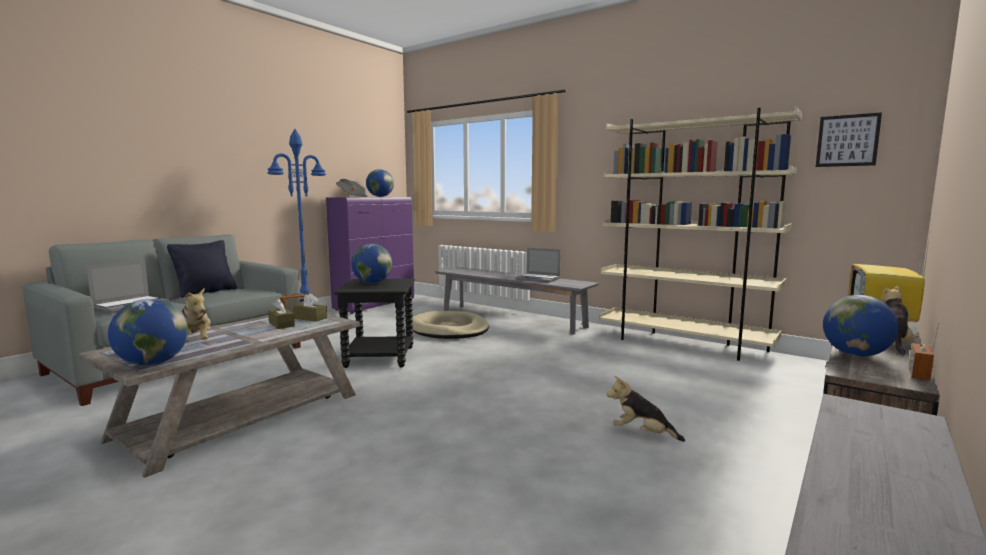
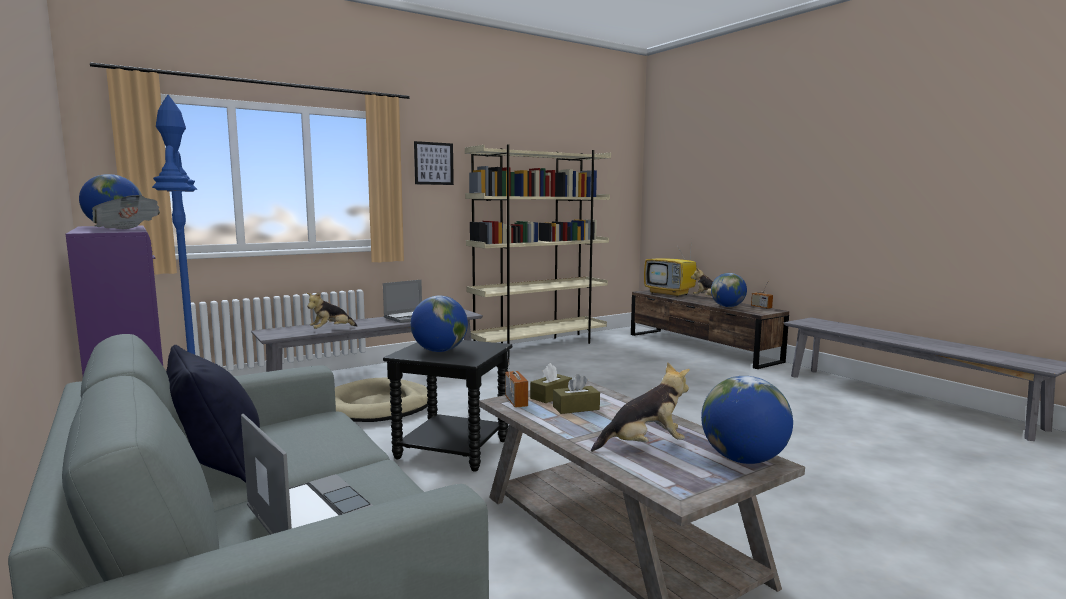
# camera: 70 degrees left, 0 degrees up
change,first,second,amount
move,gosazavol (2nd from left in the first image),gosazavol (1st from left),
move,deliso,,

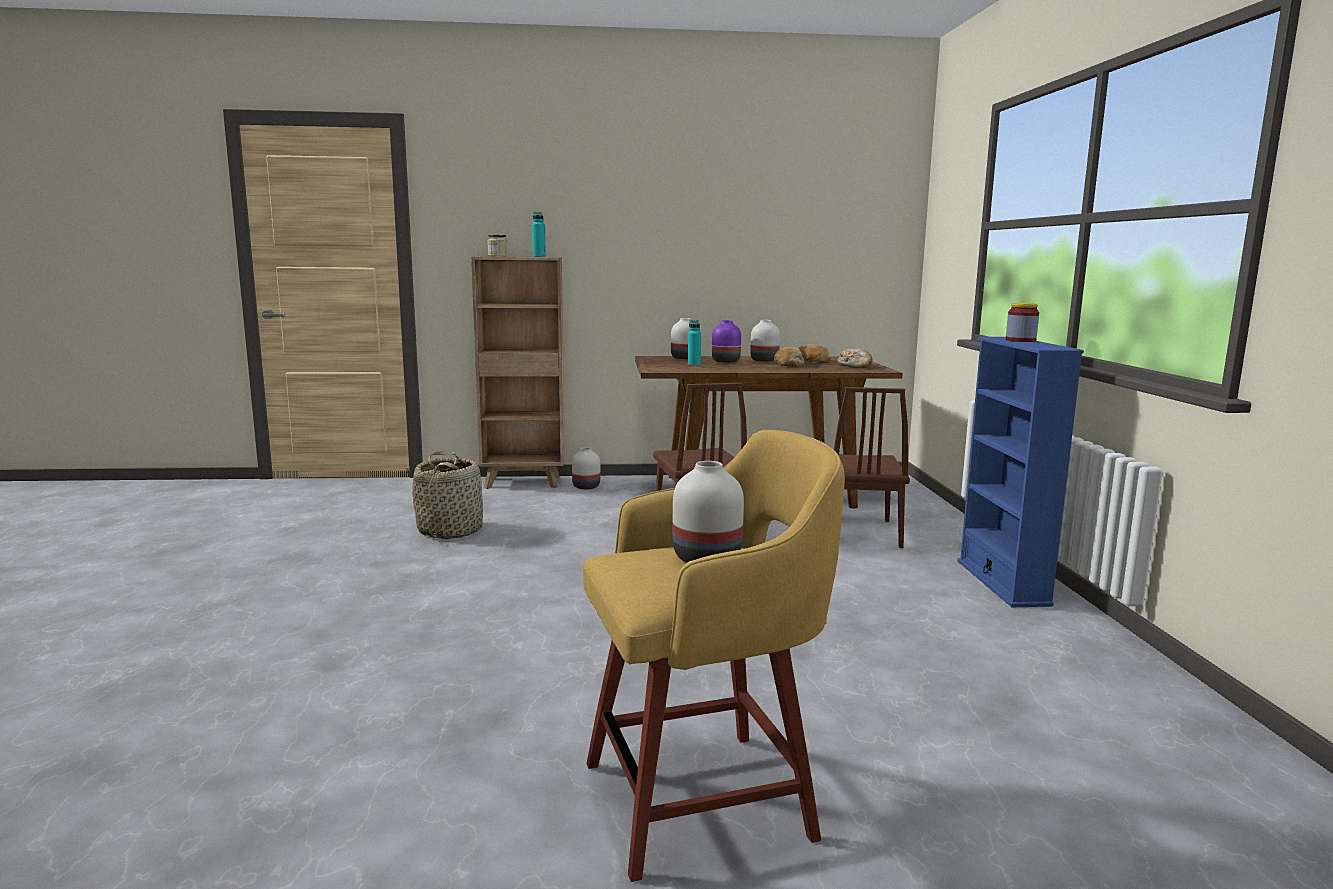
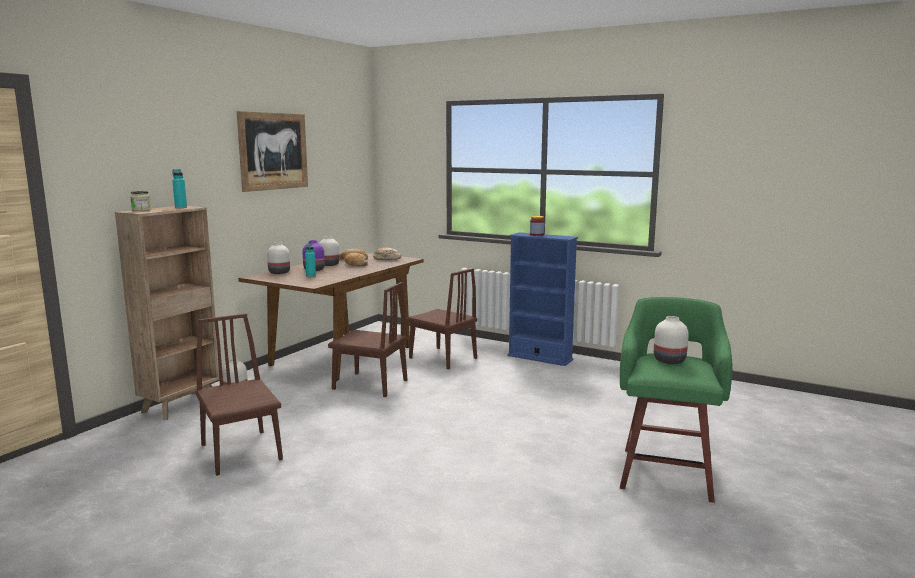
# camera: 55 degrees left, 0 degrees up
change,first,second,amount
replace,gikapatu,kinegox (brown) (1st from left),
recolor,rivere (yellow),rivere (green),
insert,,deliso,

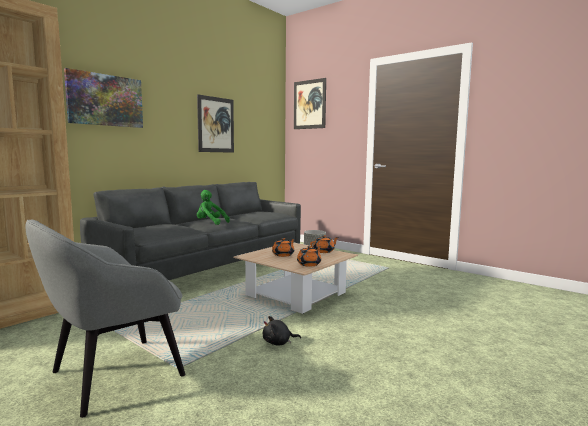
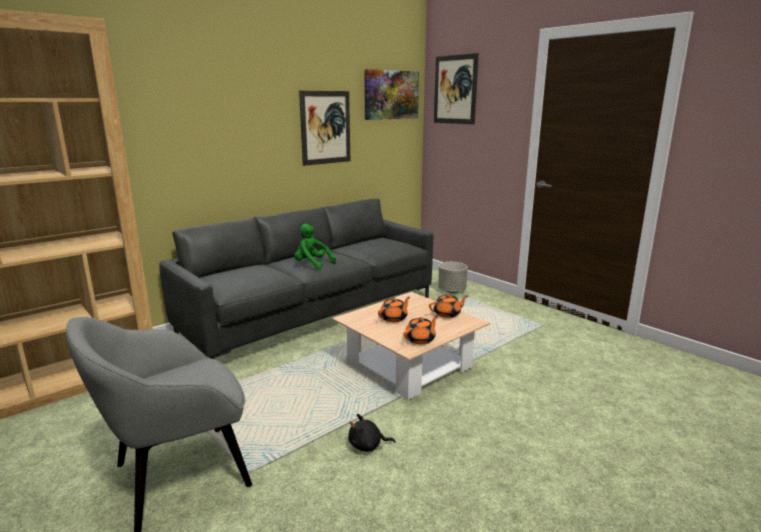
# camera: 10 degrees right, 10 degrees up
change,first,second,amount
move,deliso (1st from left in the first image),deliso (2nd from left),

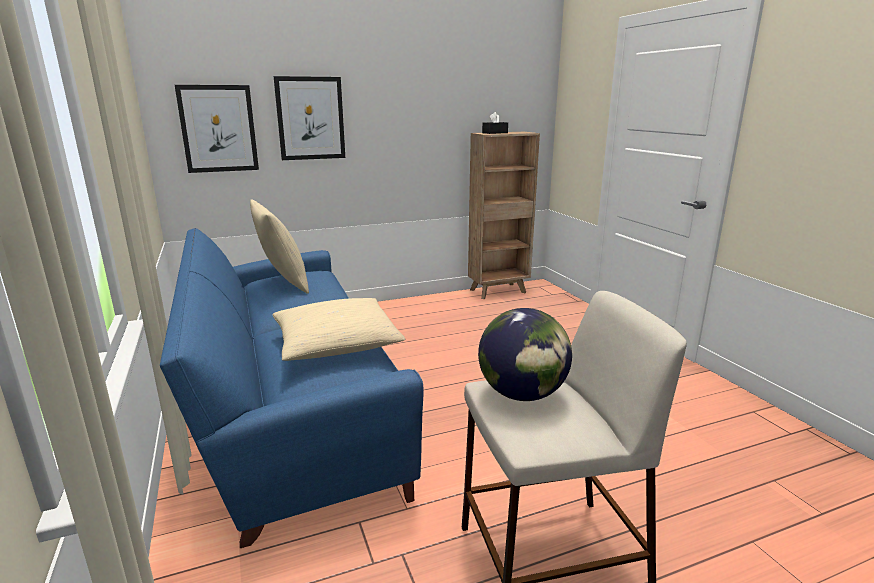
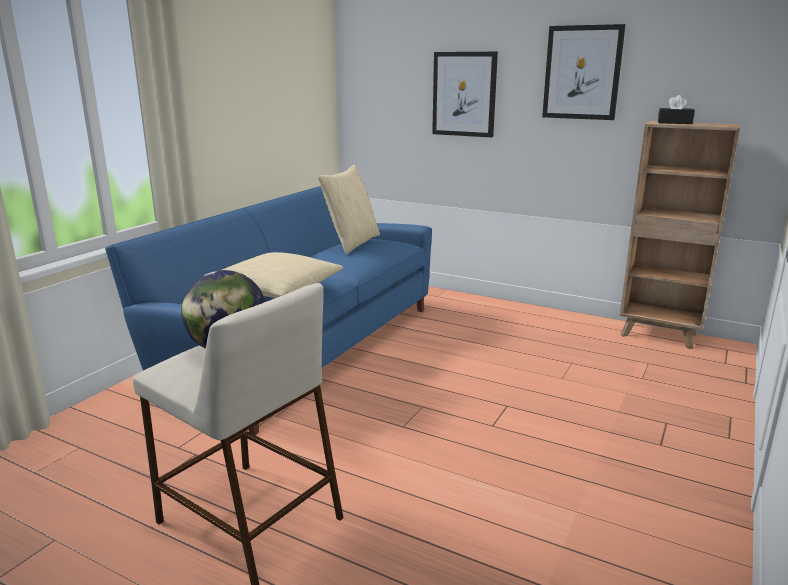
# camera: 50 degrees right, 0 degrees up
change,first,second,amount
move,deliso (1st from left in the first image),deliso (2nd from left),

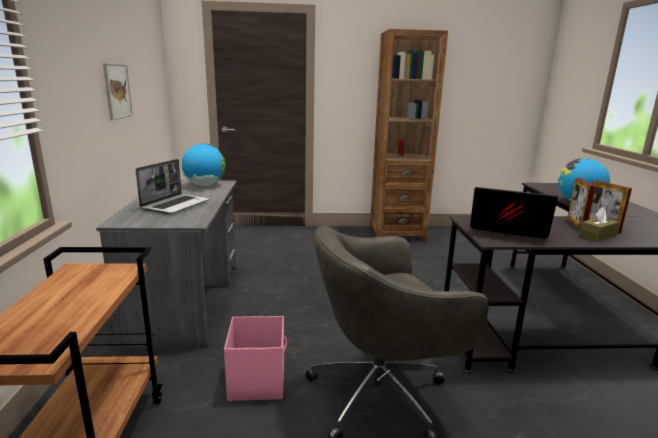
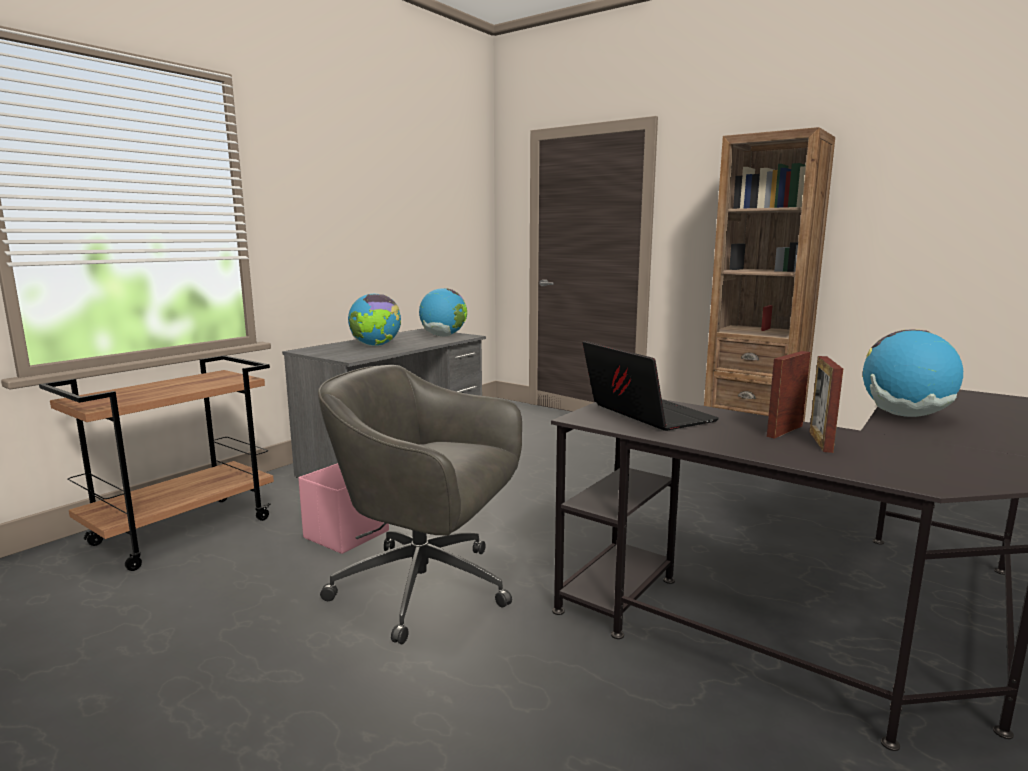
# camera: 40 degrees right, 5 degrees down
change,first,second,amount
delete,deliso,,
replace,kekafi (1st from left),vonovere (1st from left),
delete,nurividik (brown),,

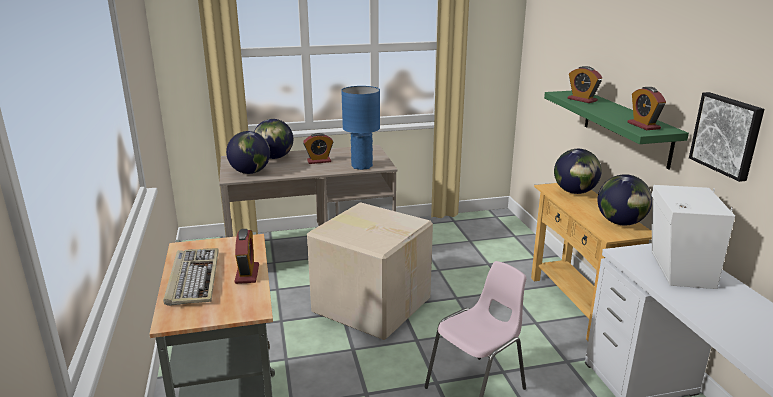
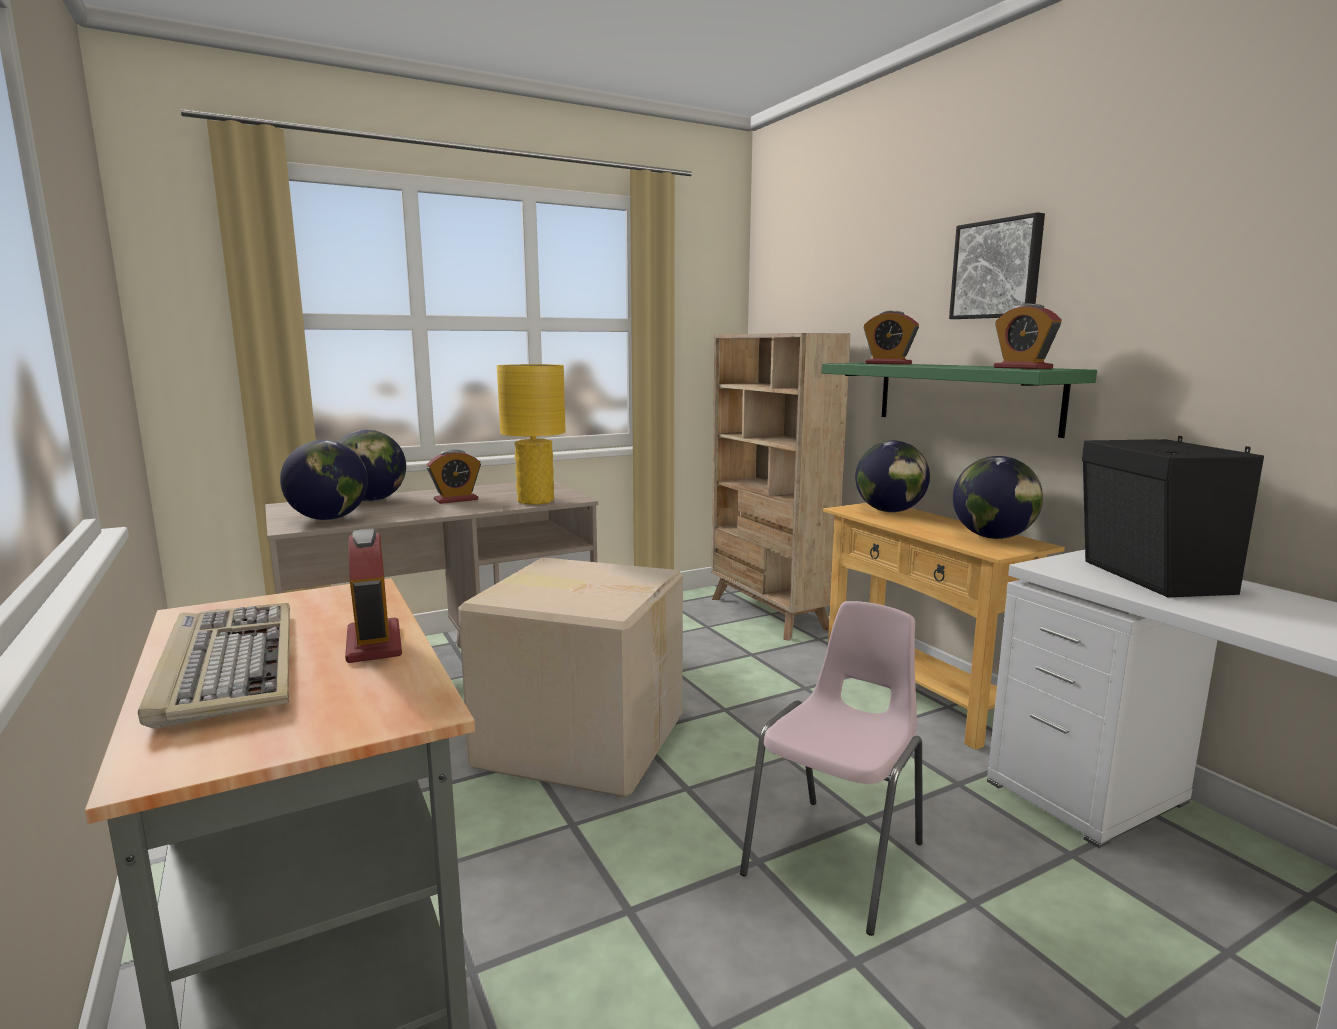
# camera: 15 degrees left, 10 degrees down
change,first,second,amount
recolor,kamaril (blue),kamaril (yellow),
recolor,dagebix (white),dagebix (black),
move,deliso,,
insert,,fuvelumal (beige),

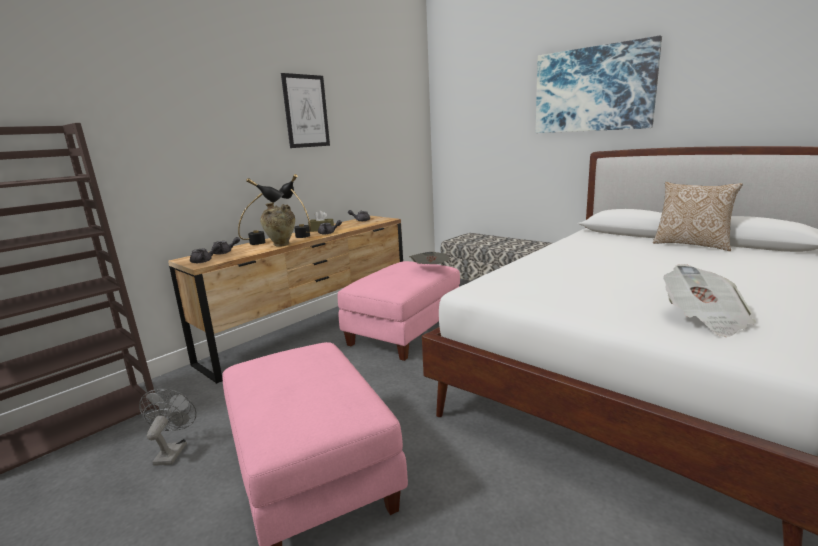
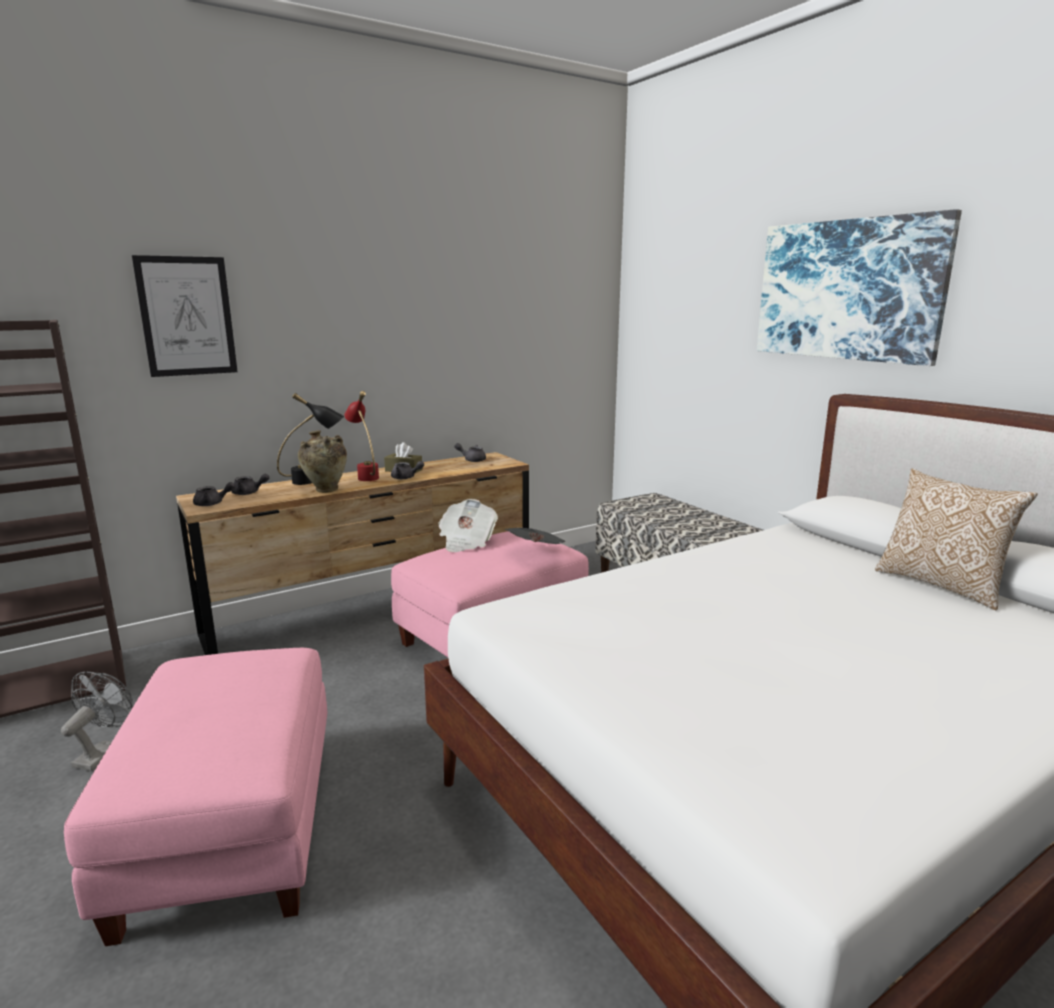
# camera: 15 degrees right, 0 degrees up
change,first,second,amount
recolor,kamaril (black) (2nd from left),kamaril (red),
move,deliso (1st from left),,
move,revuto (2nd from left in the first image),revuto (1st from left),

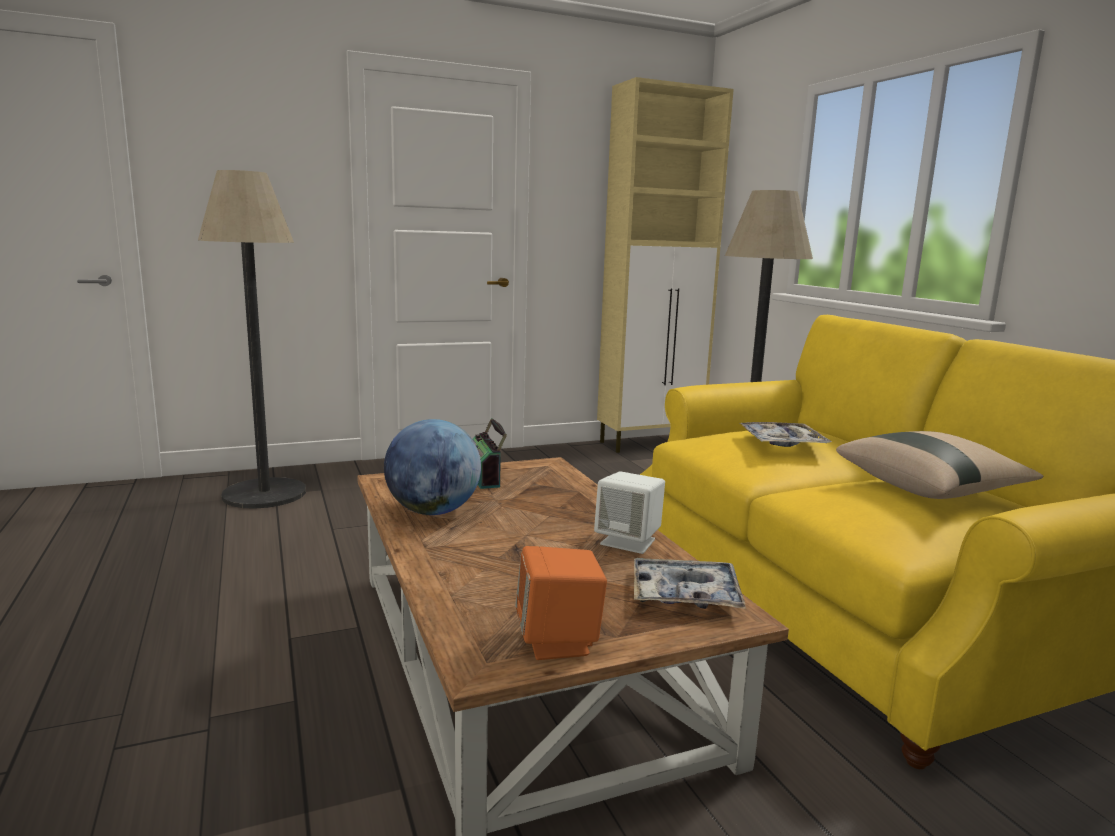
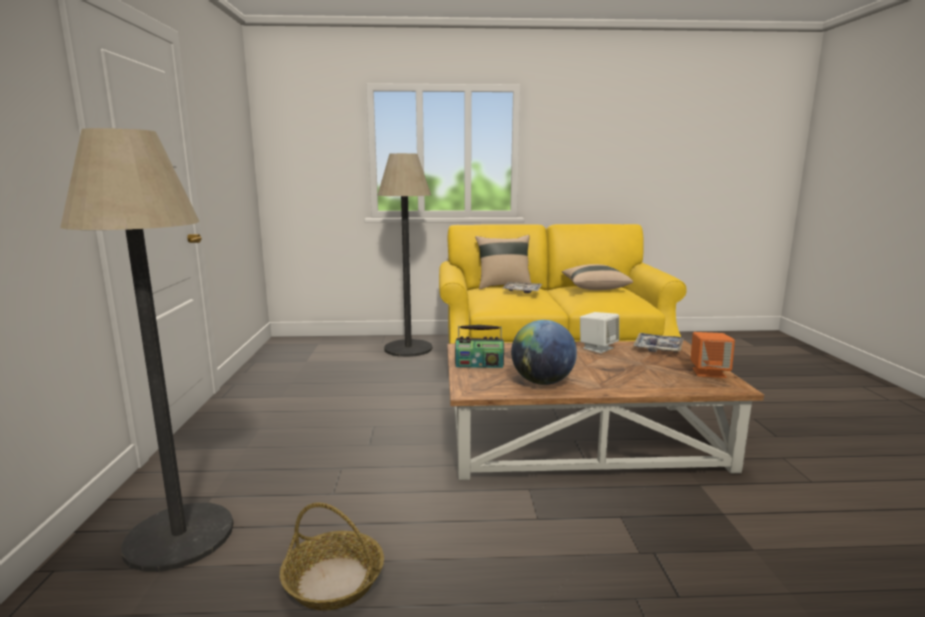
# camera: 70 degrees left, 0 degrees up
change,first,second,amount
delete,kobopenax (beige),,
insert,,gikapatu,
insert,,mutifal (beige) (1st from left),

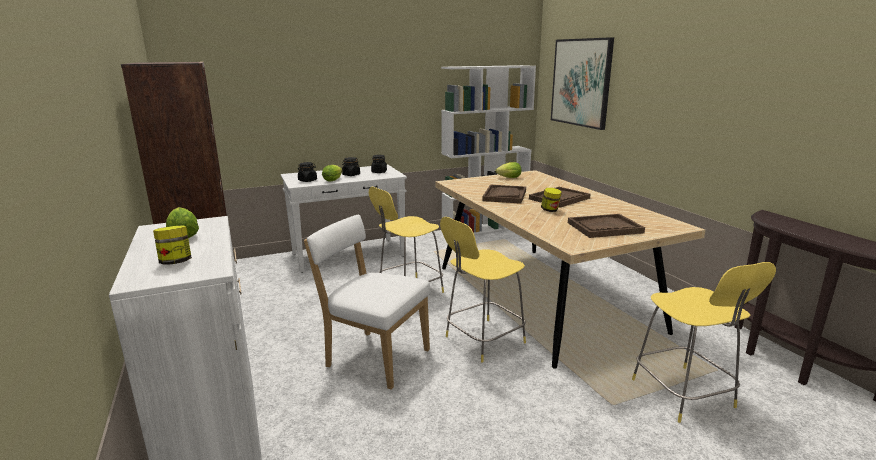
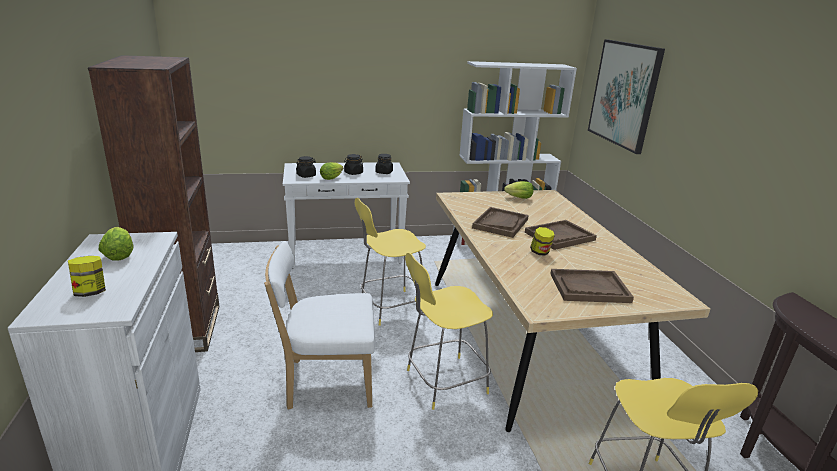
# camera: 10 degrees right, 5 degrees up
change,first,second,amount
rotate,kinegox (white),,45 degrees counterclockwise

